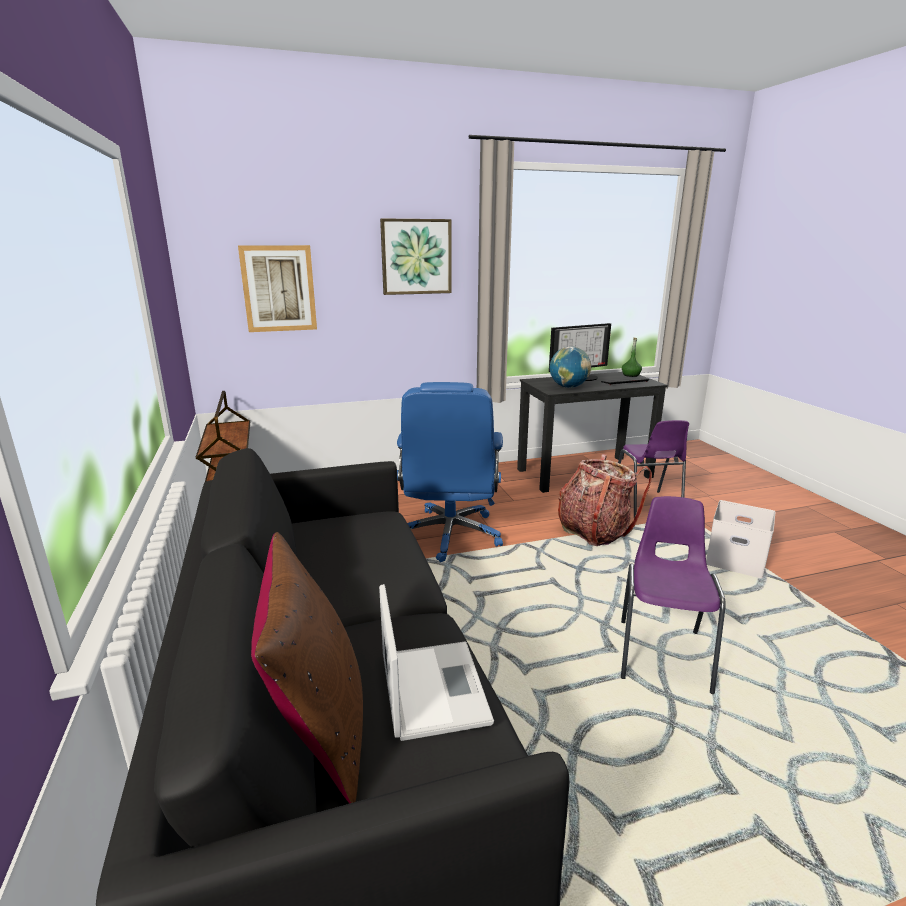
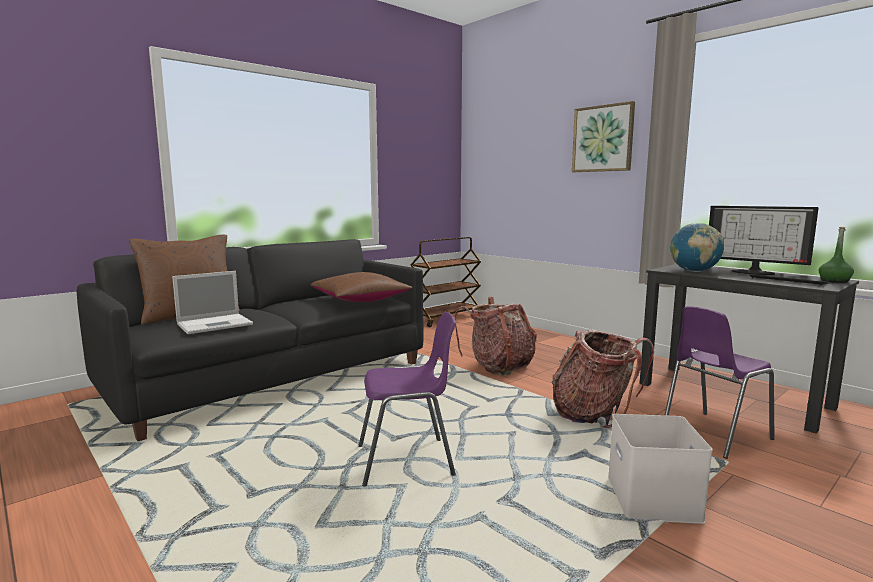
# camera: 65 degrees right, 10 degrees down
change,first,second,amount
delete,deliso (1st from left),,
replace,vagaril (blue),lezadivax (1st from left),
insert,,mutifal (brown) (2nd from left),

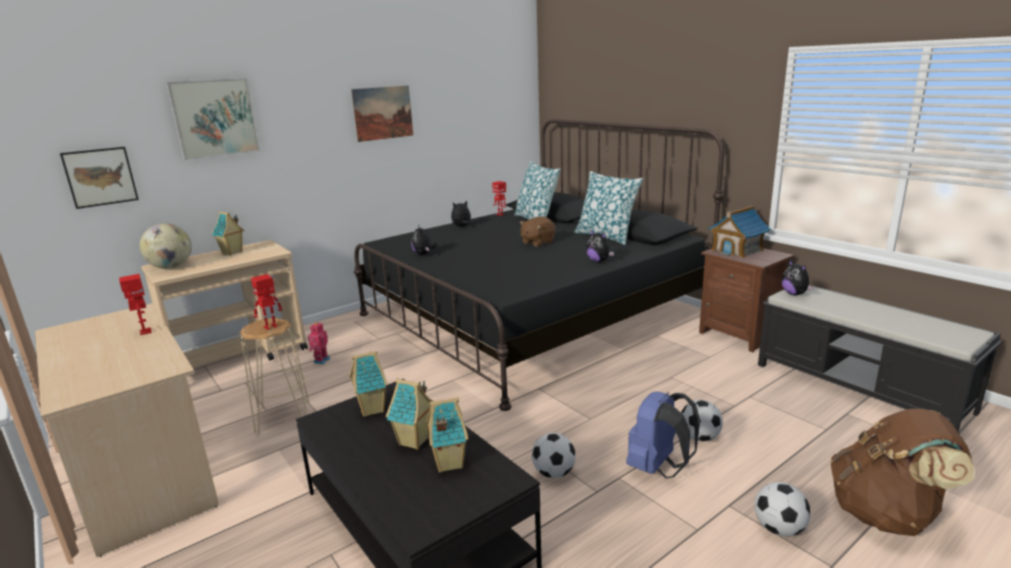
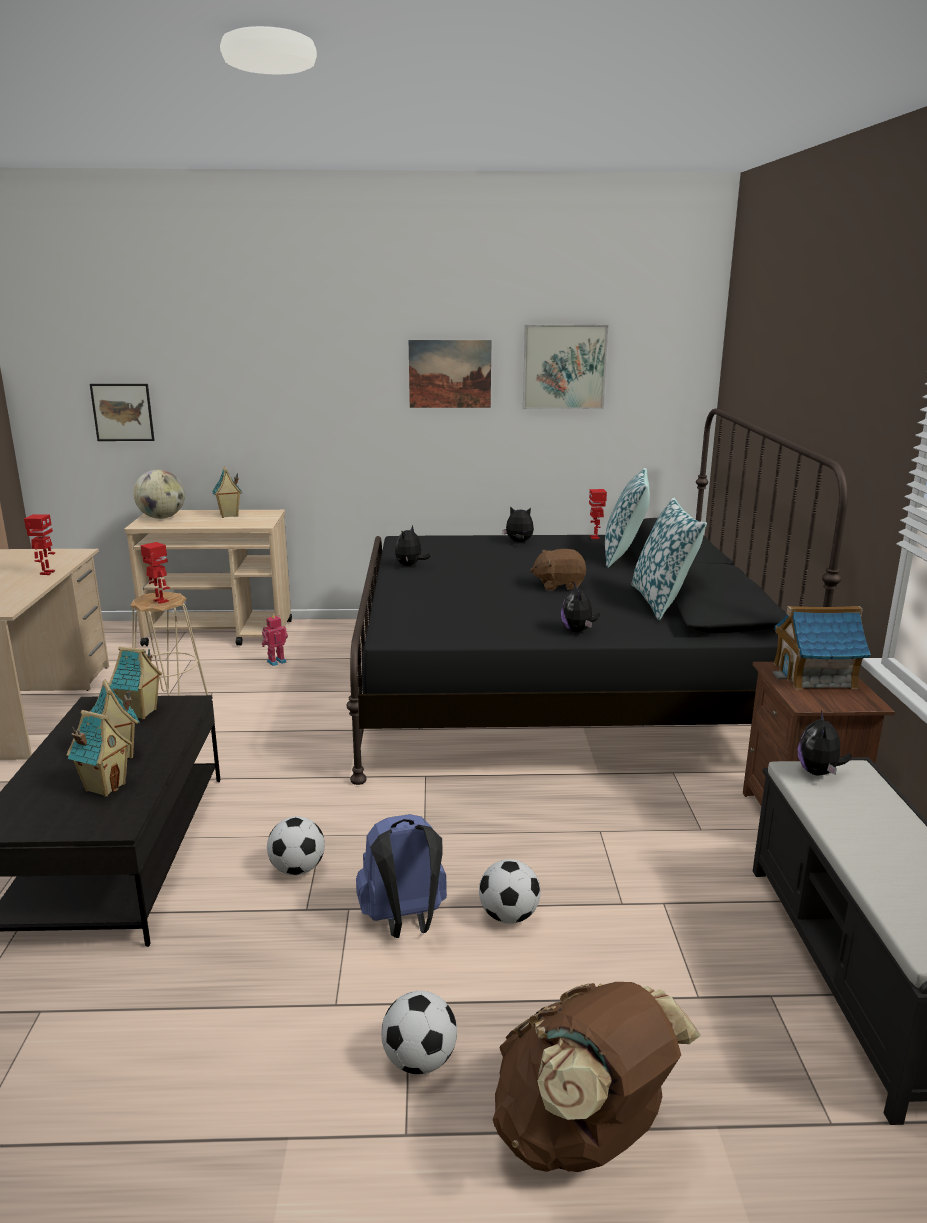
# camera: 35 degrees right, 0 degrees up
change,first,second,amount
move,deliso (2nd from left in the first image),deliso (3rd from left),
rotate,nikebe (2nd from left),,45 degrees clockwise

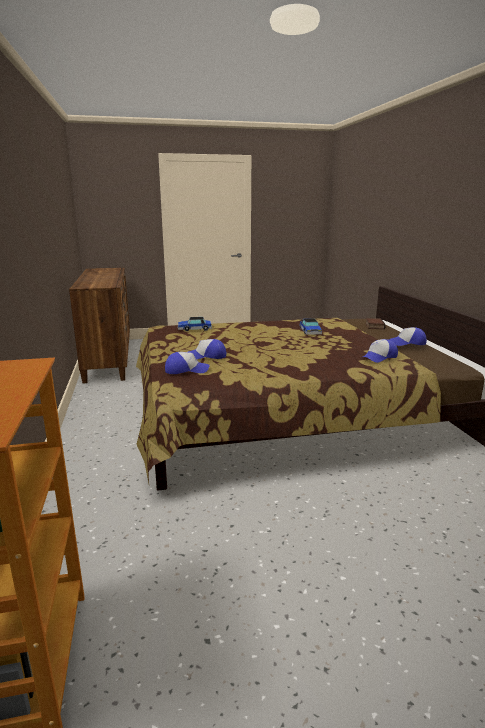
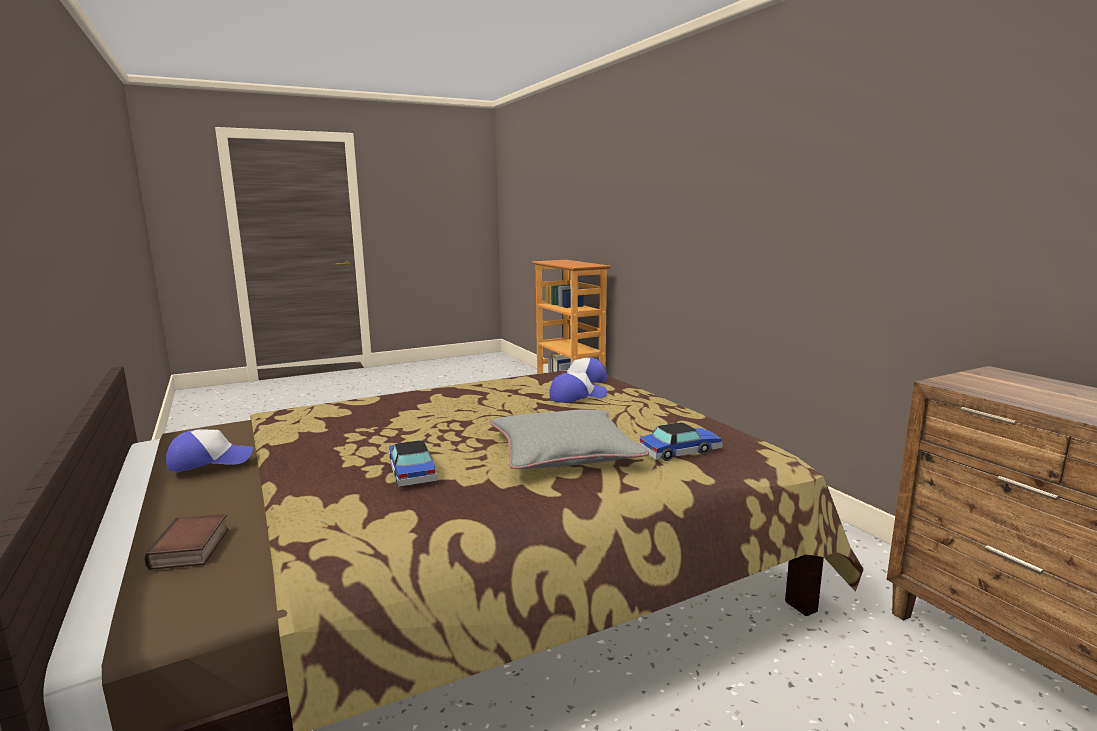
# camera: 165 degrees right, 5 degrees down
change,first,second,amount
delete,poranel (3rd from left),,
insert,,mutifal (grey),

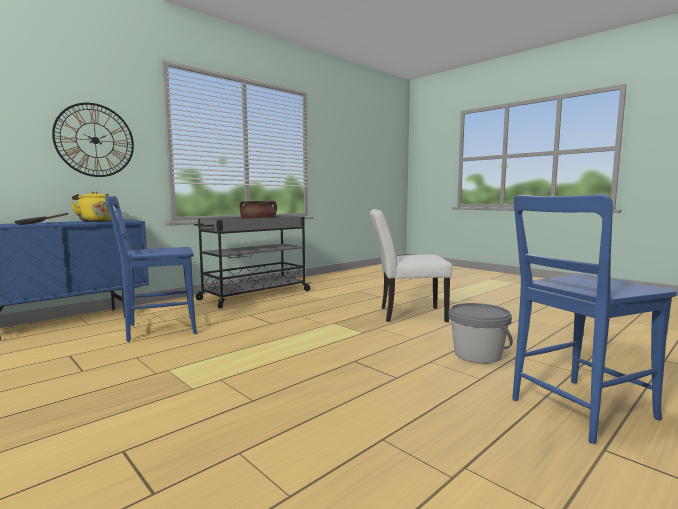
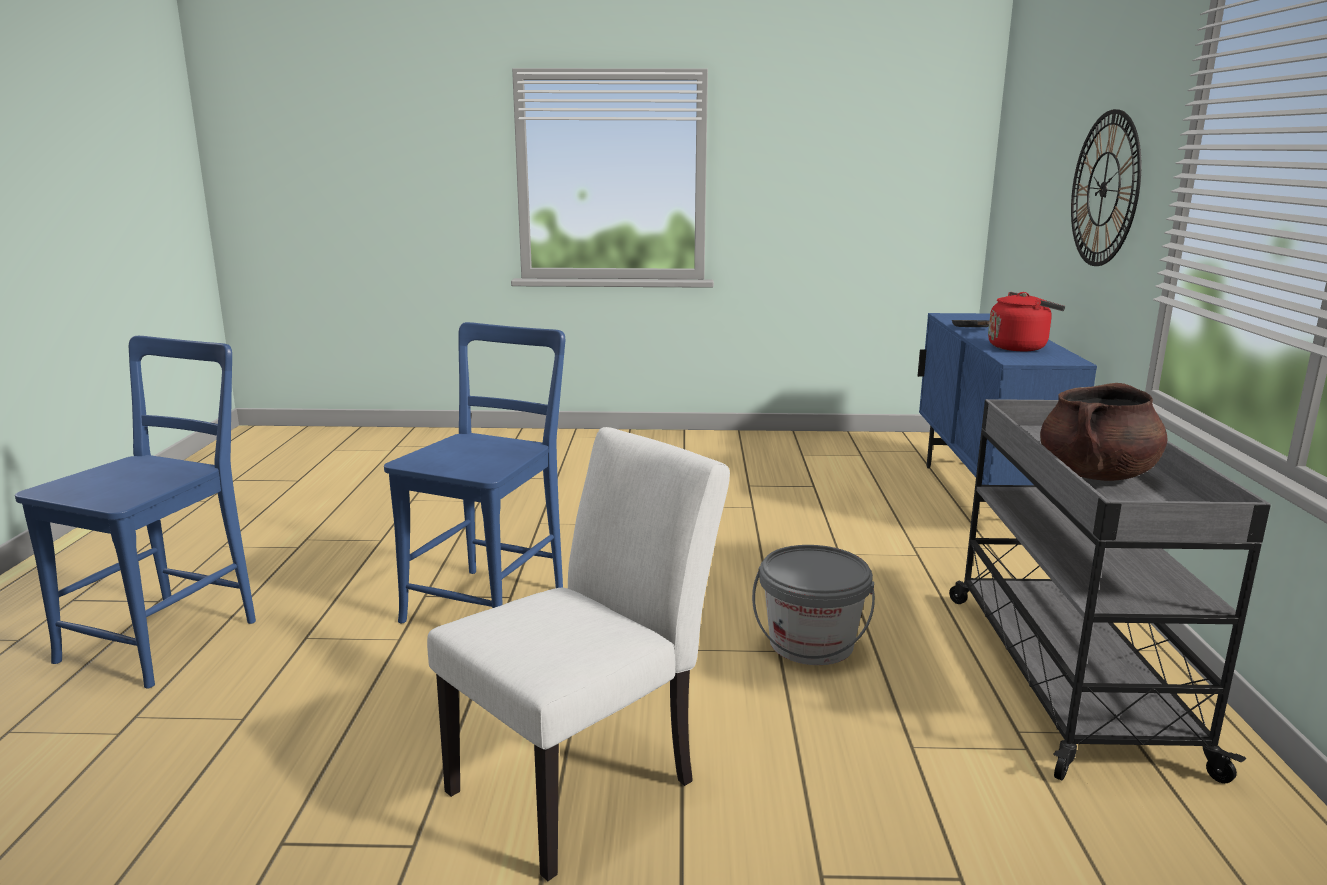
# camera: 135 degrees right, 10 degrees up
change,first,second,amount
recolor,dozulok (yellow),dozulok (red),
move,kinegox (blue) (1st from left in the first image),kinegox (blue) (2nd from left),
move,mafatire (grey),,

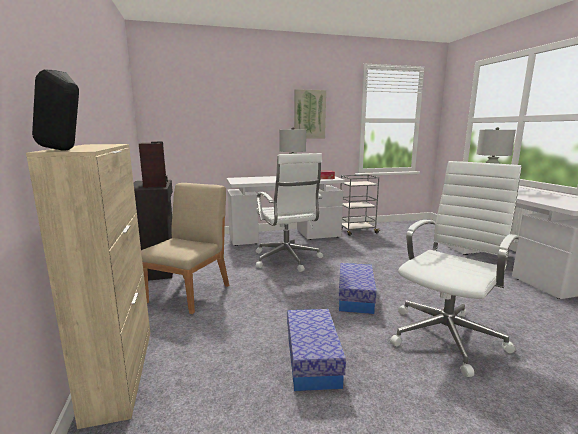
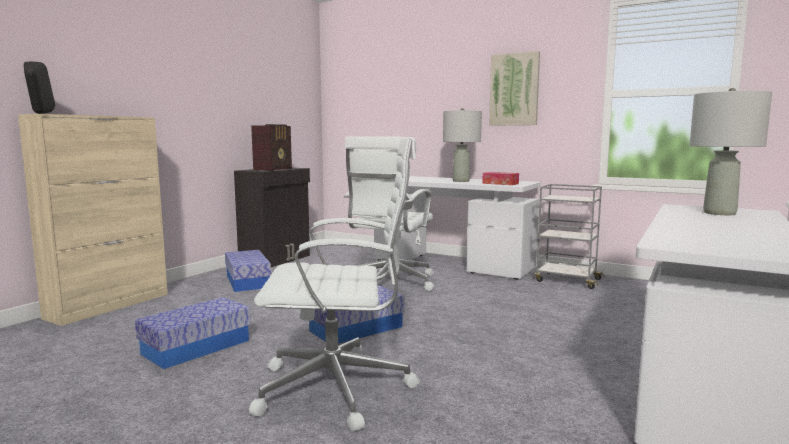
# camera: 45 degrees right, 5 degrees down
change,first,second,amount
replace,kinegox (beige),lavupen (2nd from left),

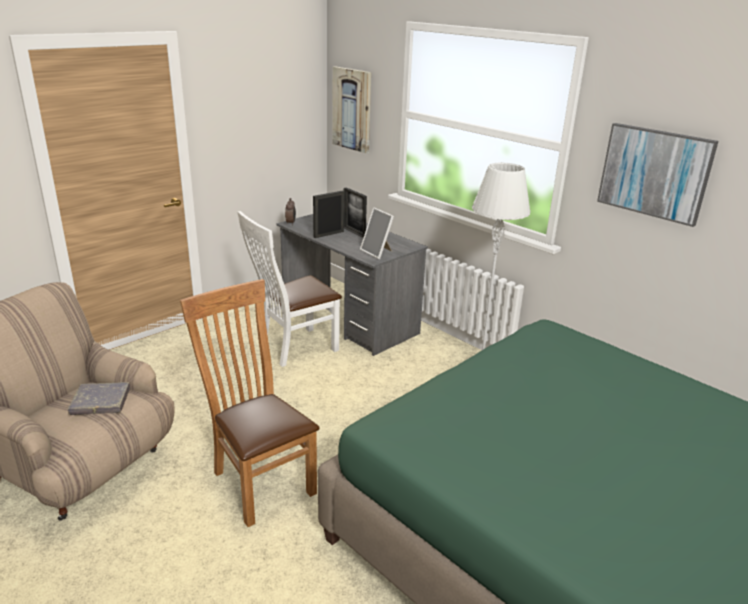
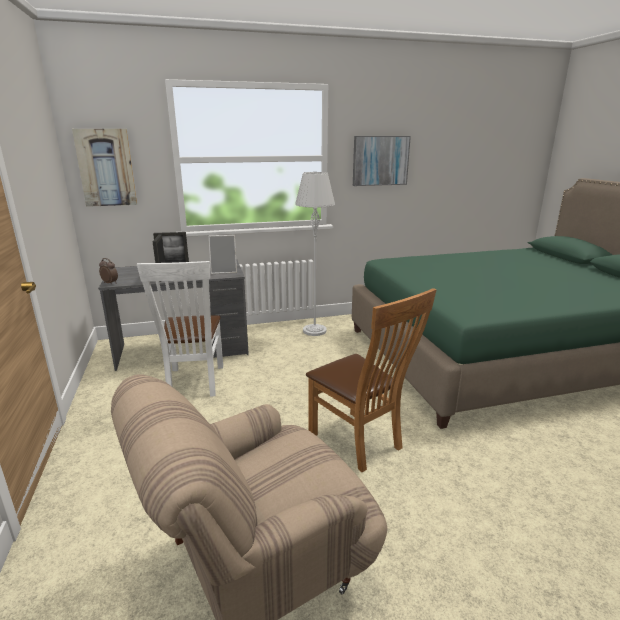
# camera: 60 degrees left, 5 degrees down
change,first,second,amount
delete,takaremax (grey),,
rotate,kinegox (brown),,120 degrees counterclockwise

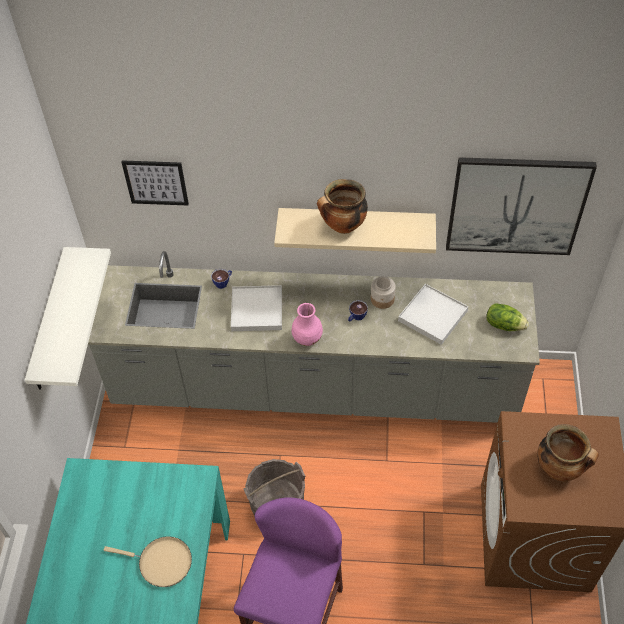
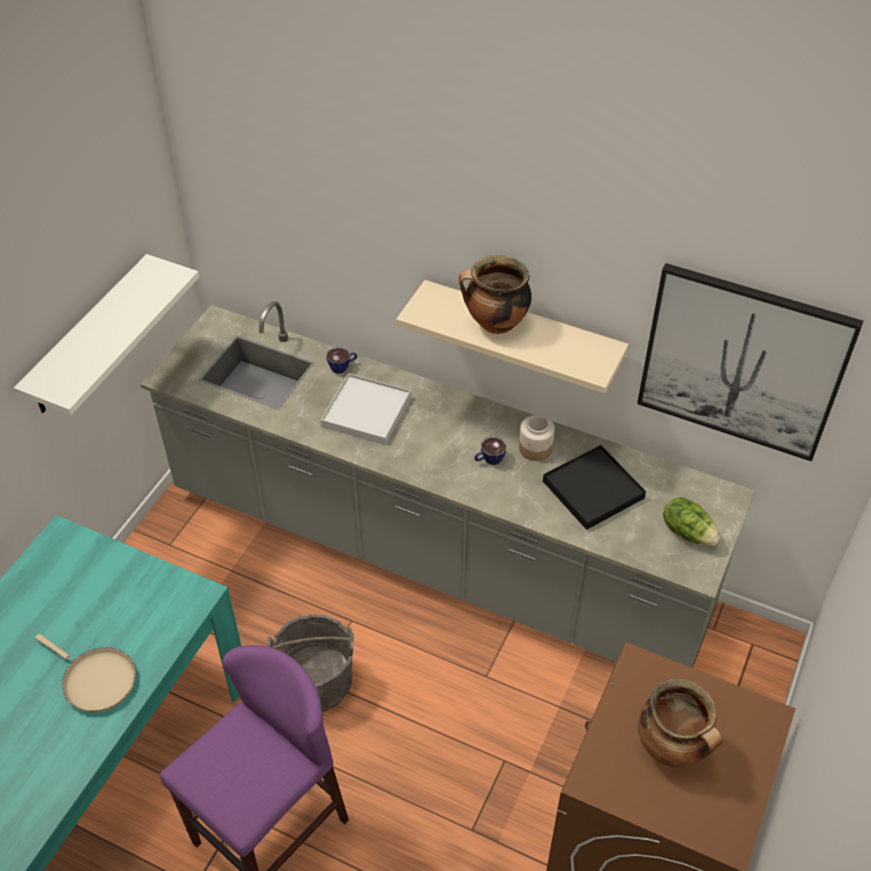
# camera: 20 degrees right, 5 degrees down
change,first,second,amount
delete,deliso (1st from left),,
delete,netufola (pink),,
recolor,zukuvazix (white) (2nd from left),zukuvazix (black),

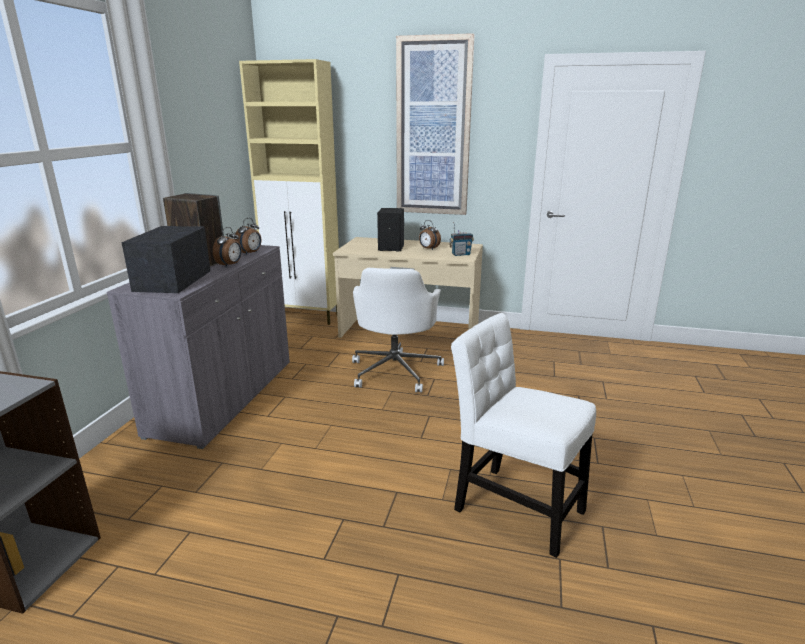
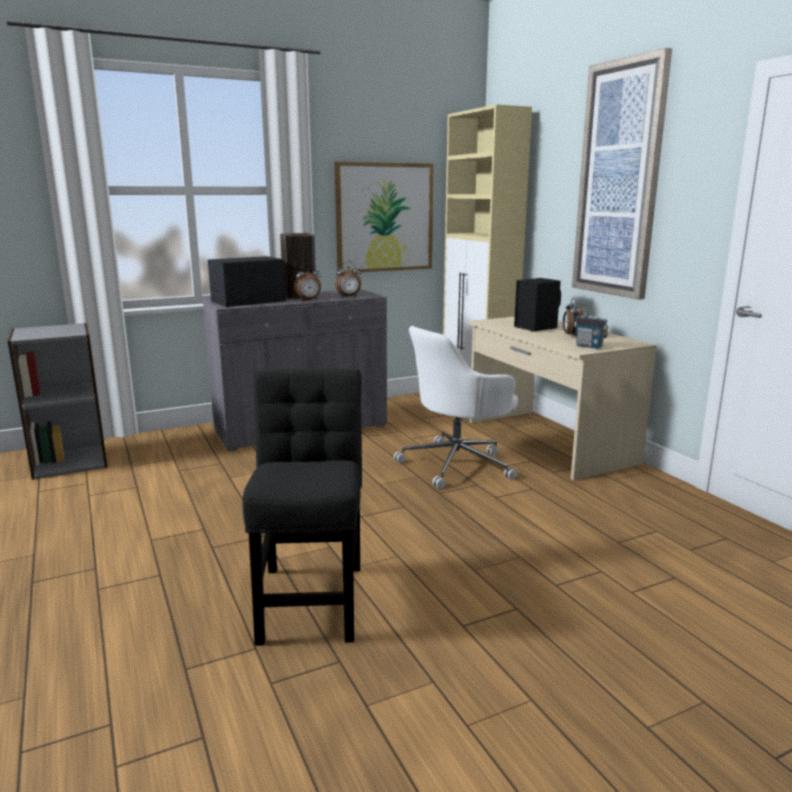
# camera: 50 degrees right, 5 degrees down
change,first,second,amount
recolor,kinegox (white),kinegox (black),
insert,,deliso (1st from left),

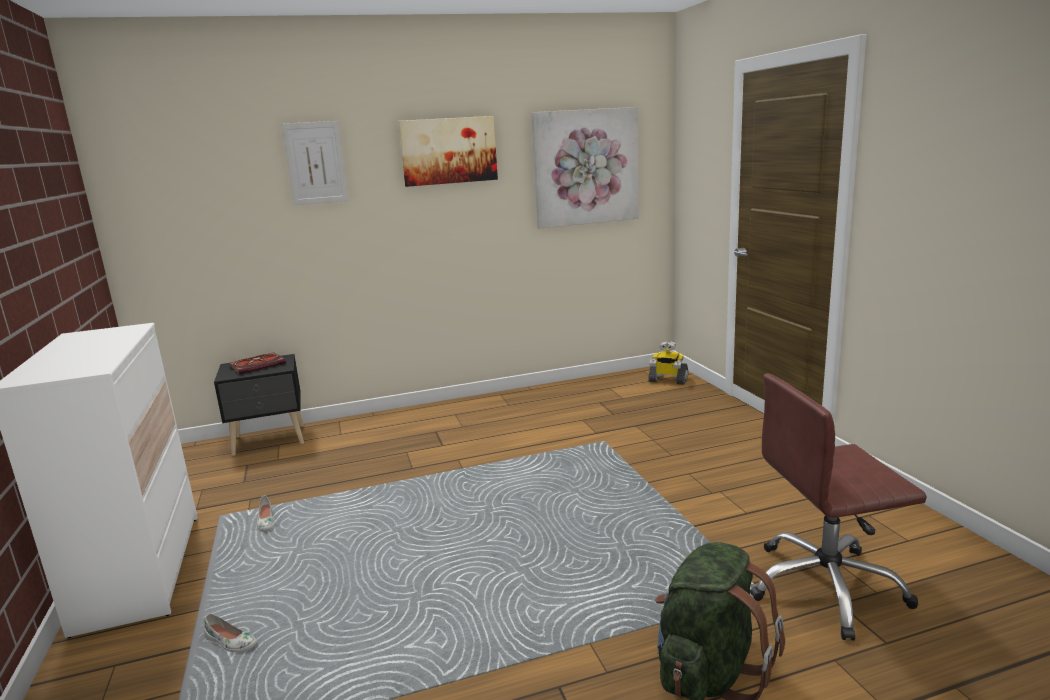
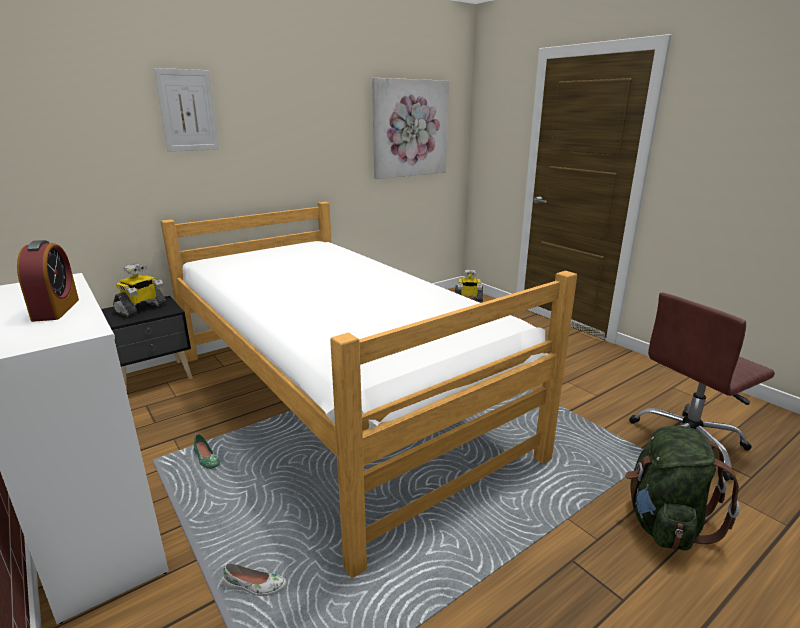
# camera: 20 degrees left, 5 degrees up
change,first,second,amount
replace,takaremax,nikebe (1st from left),
recolor,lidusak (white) (2nd from left),lidusak (green),
delete,deliso (2nd from left),,
insert,,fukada,
insert,,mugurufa,

